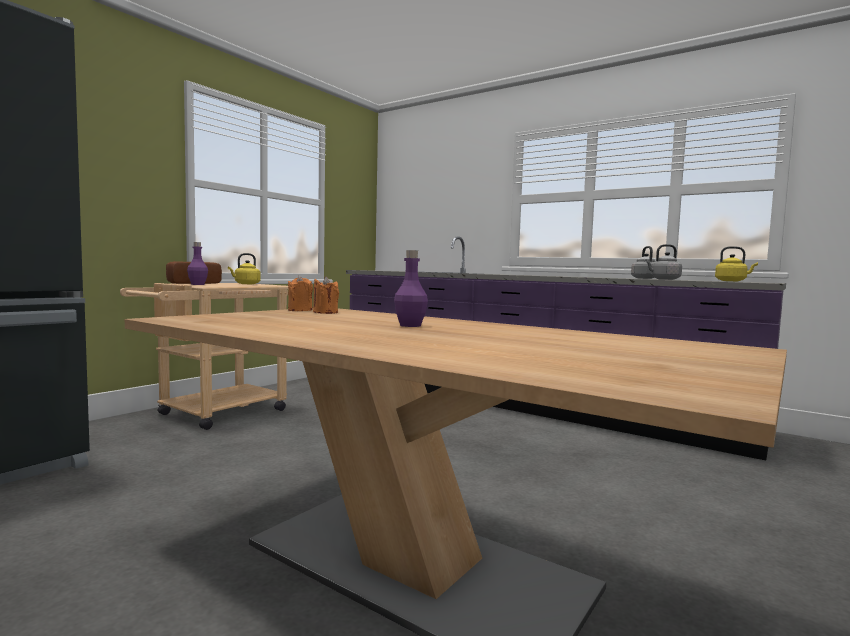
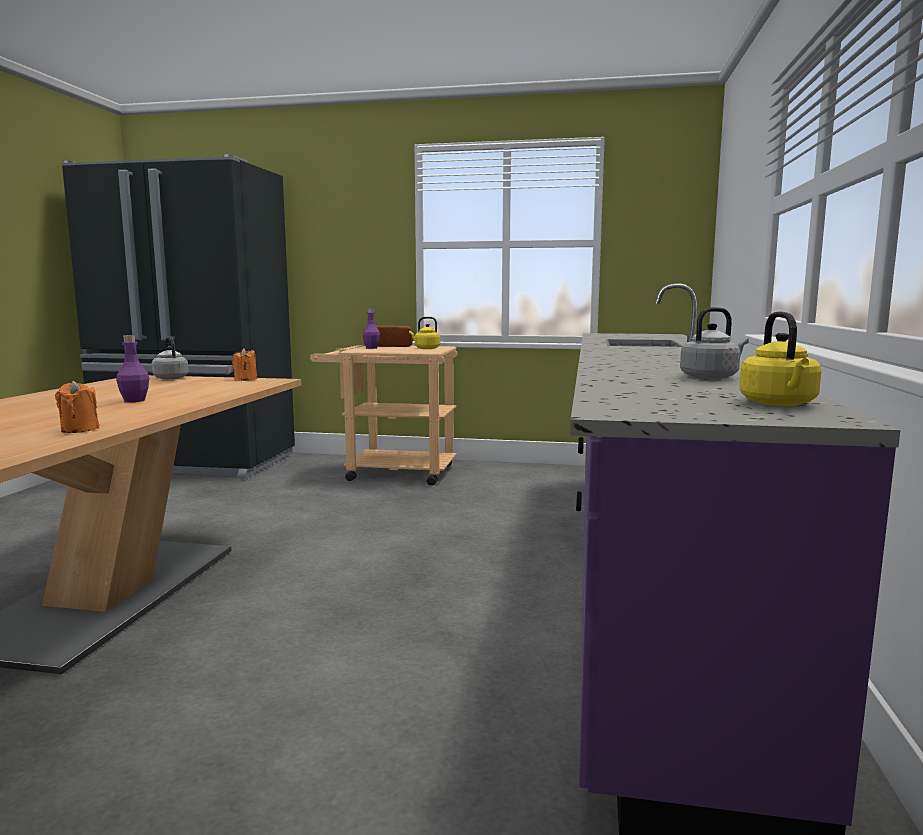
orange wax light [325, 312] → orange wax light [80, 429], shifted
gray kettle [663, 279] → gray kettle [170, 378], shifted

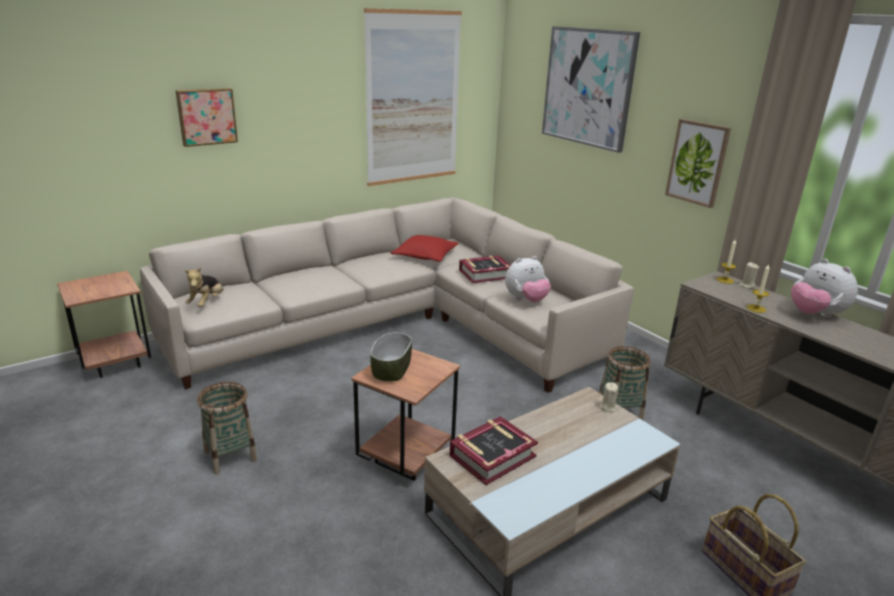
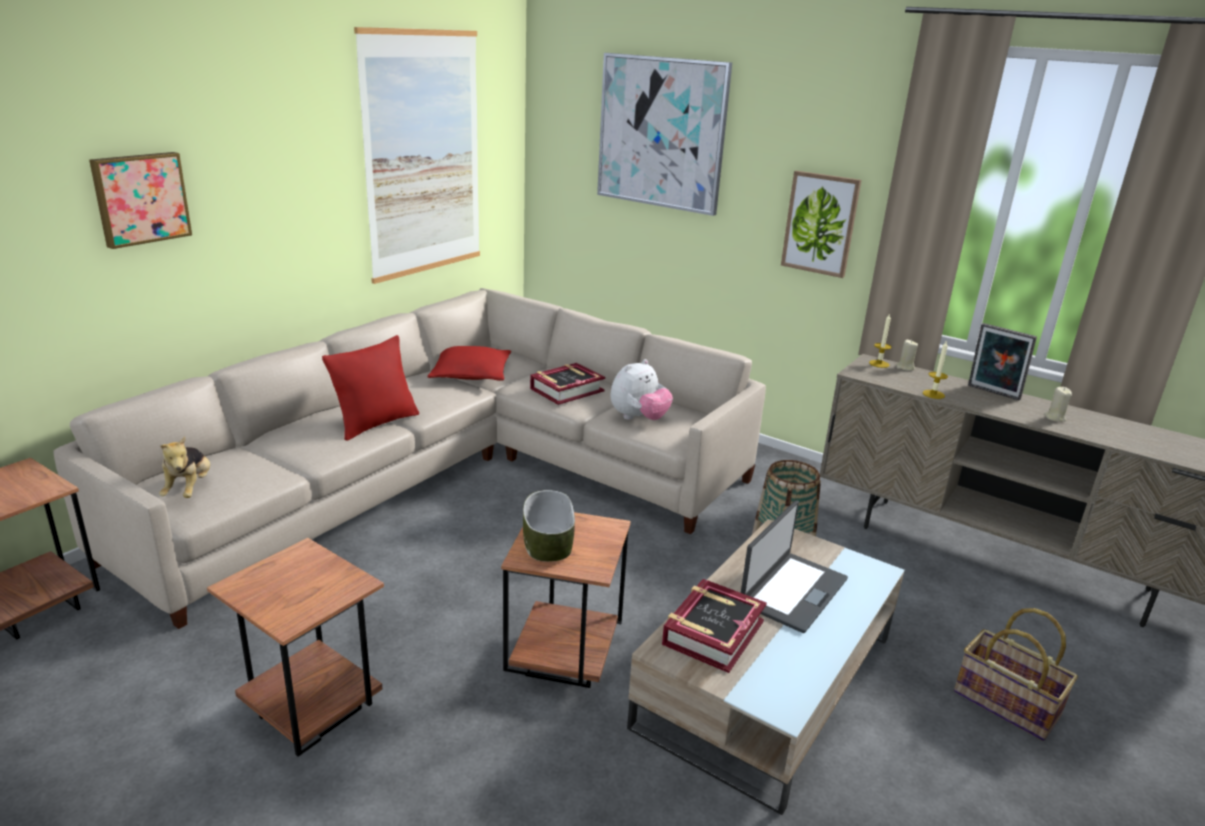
- → red pillow [376, 423]
- → notebook computer [792, 591]
sand-coloured wax light [607, 407] → sand-coloured wax light [1054, 418], shifted
storage basket [230, 456] → brownish end table [310, 715]
plush toy [815, 315] → photo frame [992, 393]

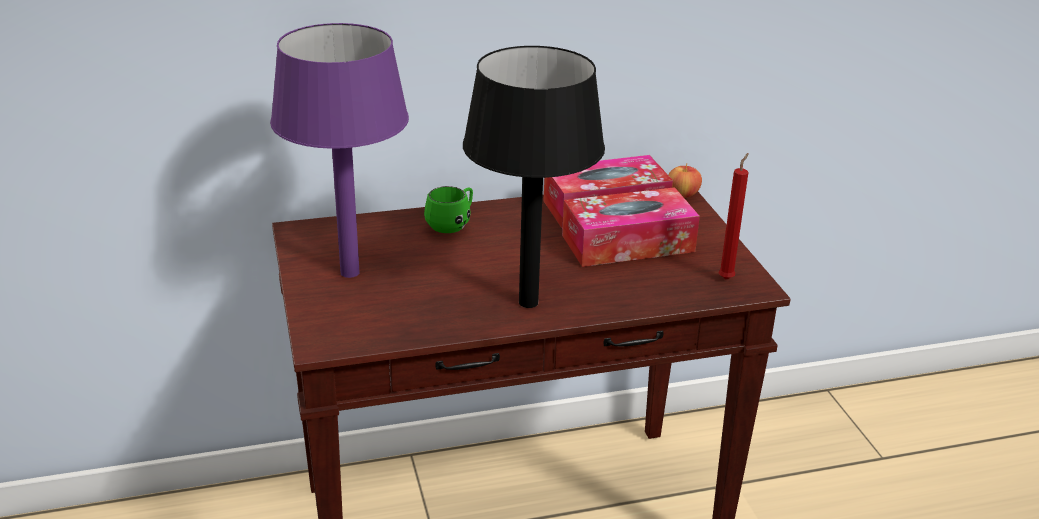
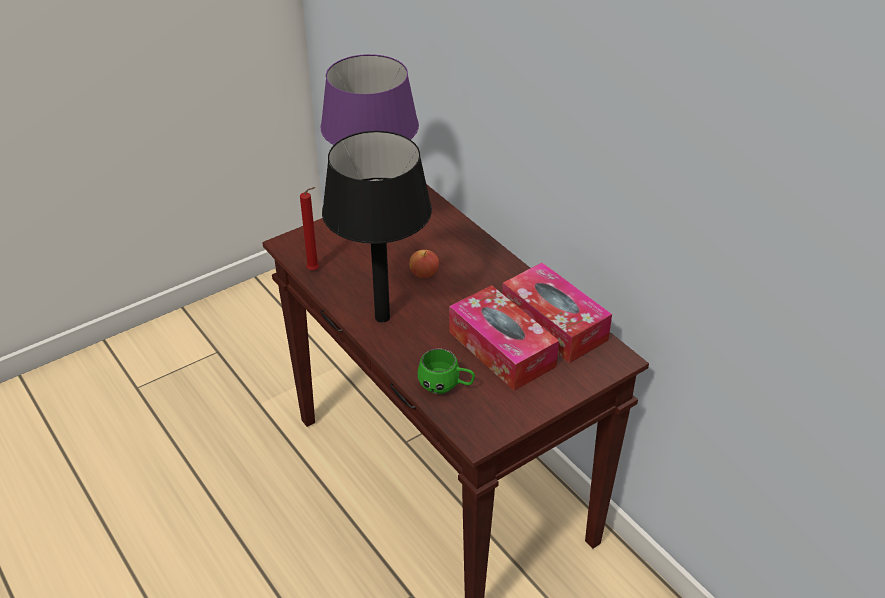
green-coloured tea mug [452, 225] → green-coloured tea mug [446, 386], shifted
whole apple [683, 194] → whole apple [424, 273], shifted
red wax light [727, 278] → red wax light [315, 270], shifted

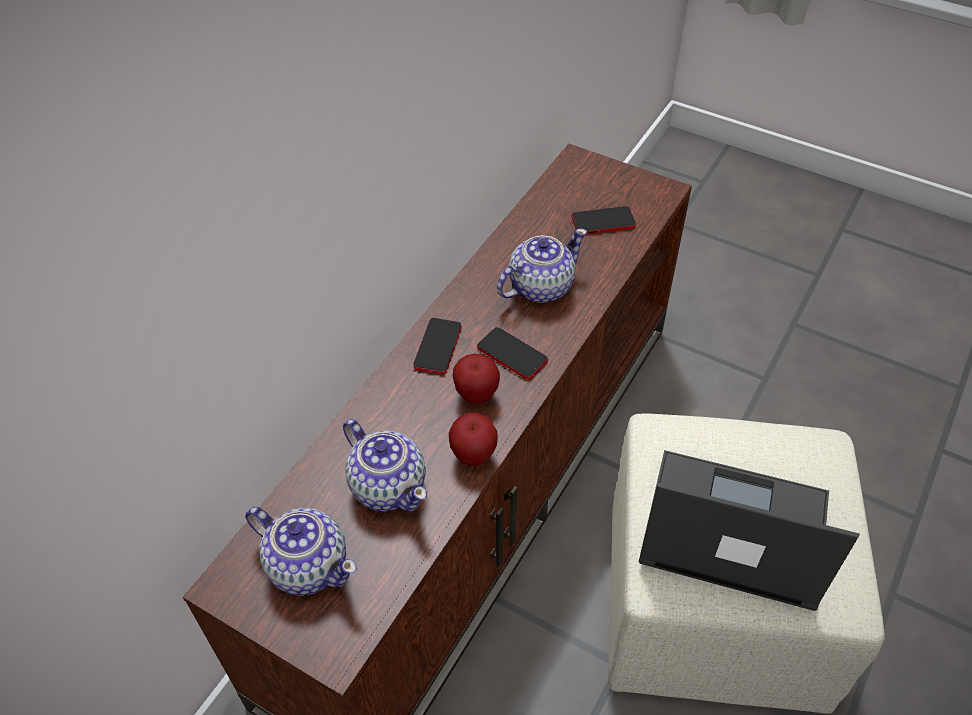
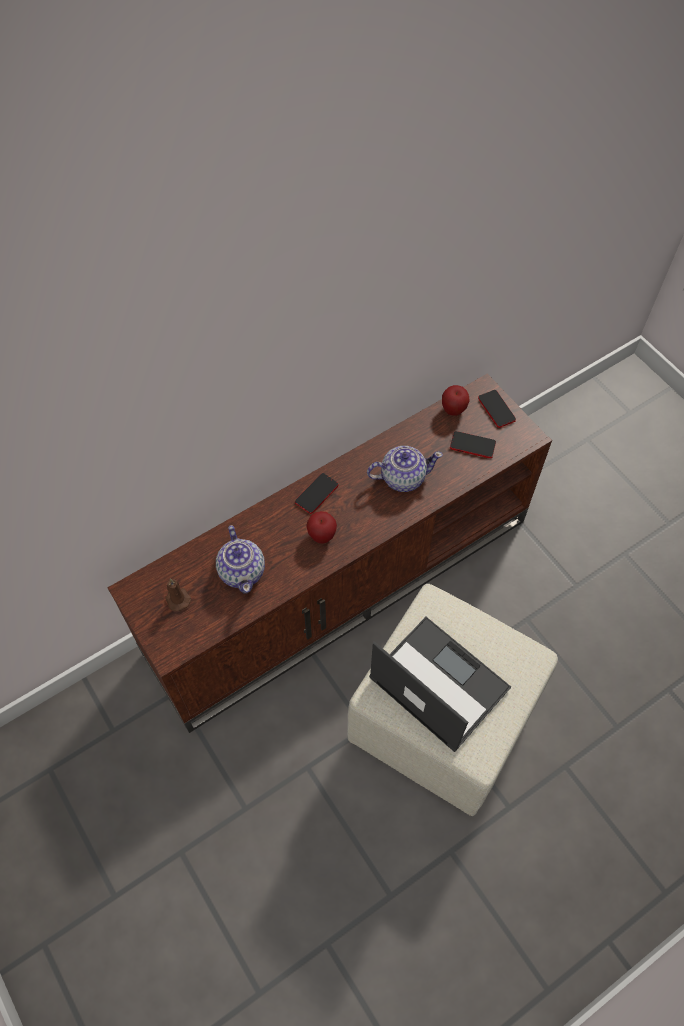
whole apple [473, 455] → whole apple [453, 410], shifted
phone [512, 354] → phone [496, 409], shifted
teapot [308, 565] → brownish wax light [177, 598]

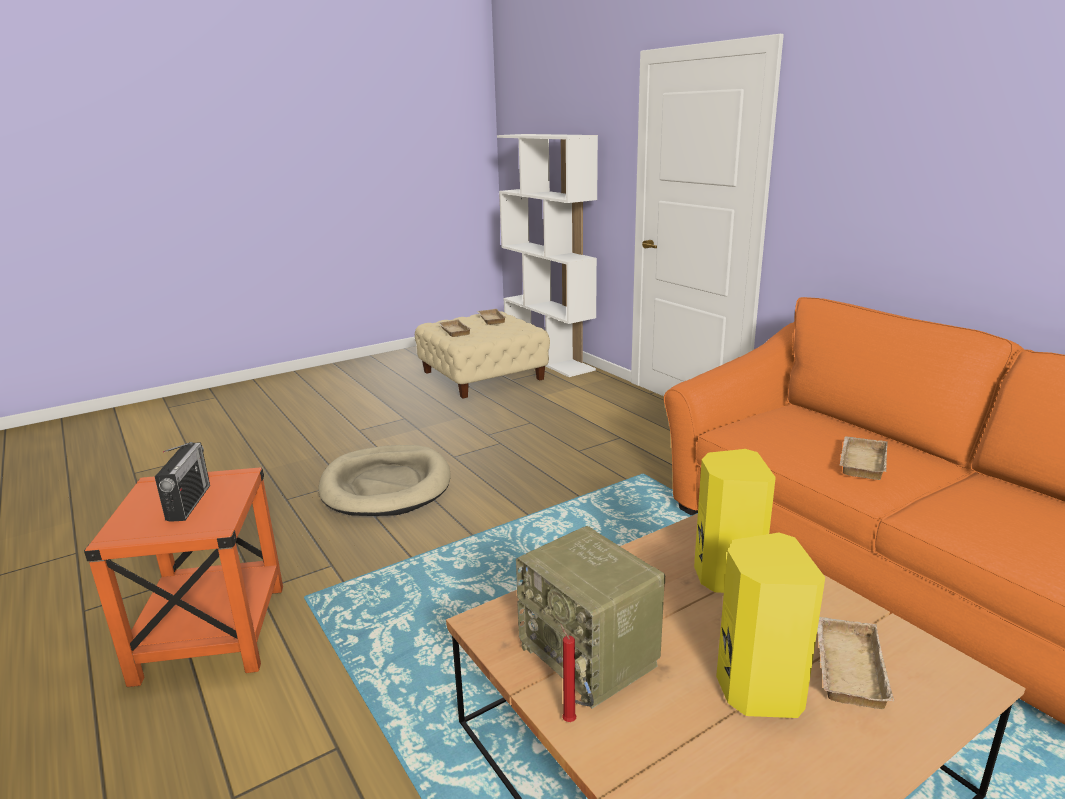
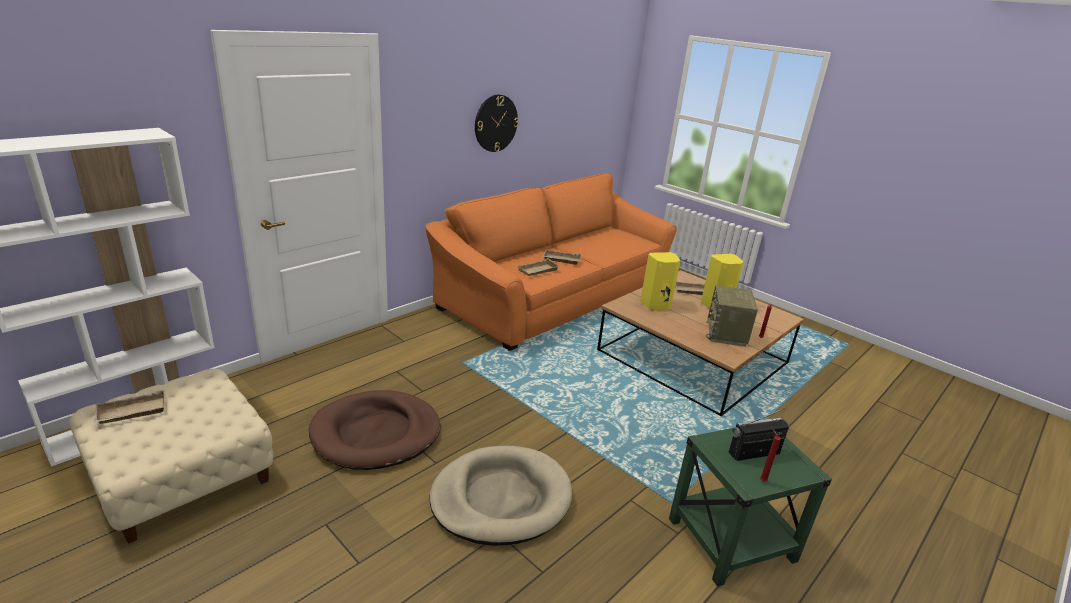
- → brownish dog cushion [376, 434]
- → wall clock [495, 123]
- → red wax light [761, 480]
sand-coloured serving tray [453, 331] → sand-coloured serving tray [538, 271], shifted
orange end table [212, 633] → green-coloured end table [730, 540]
radio receiver [591, 656] → radio receiver [726, 334], 150 degrees clockwise

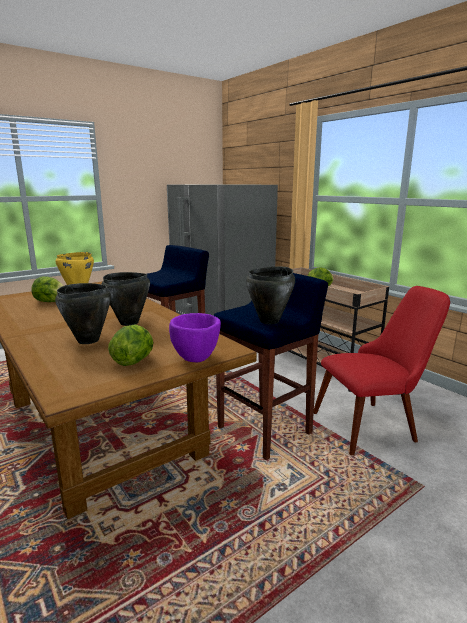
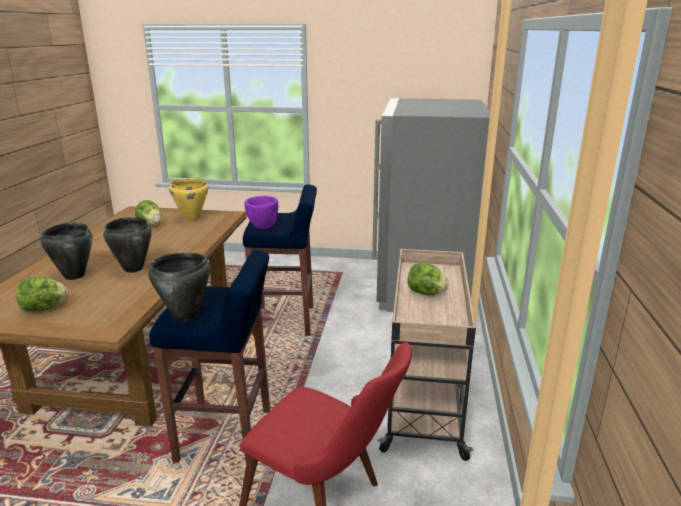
purple-coloured serving bowl [196, 359] → purple-coloured serving bowl [263, 227], shifted

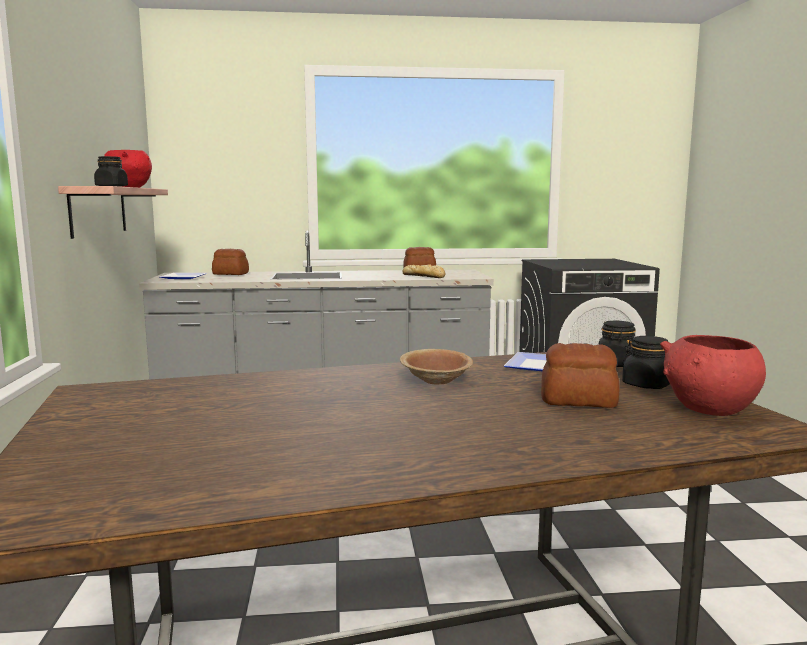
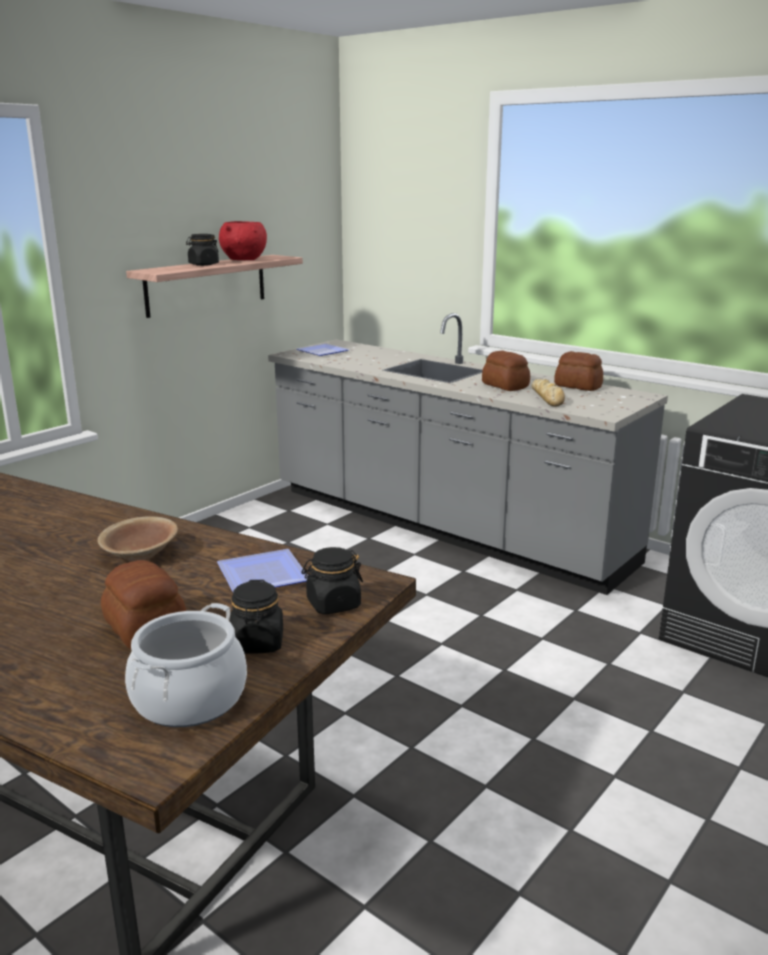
bakery bread [230, 274] → bakery bread [505, 386], shifted
red serving bowl [709, 410] → saucepot [190, 699]

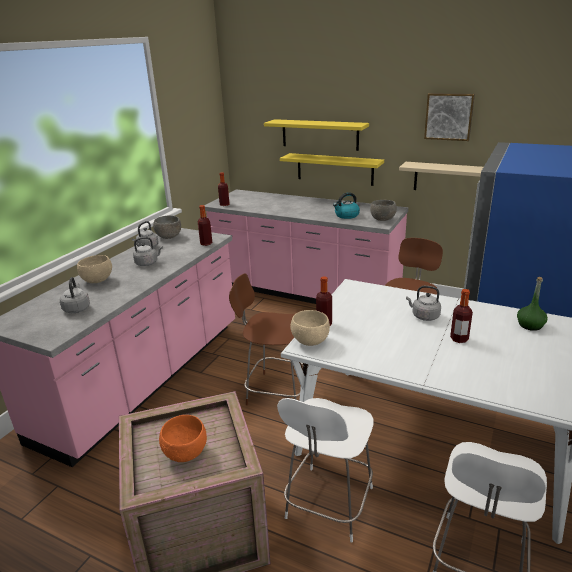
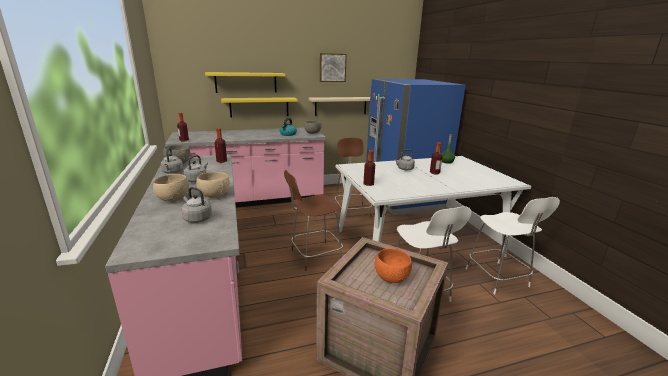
sand-coloured serving bowl [310, 341] → sand-coloured serving bowl [215, 196], shifted

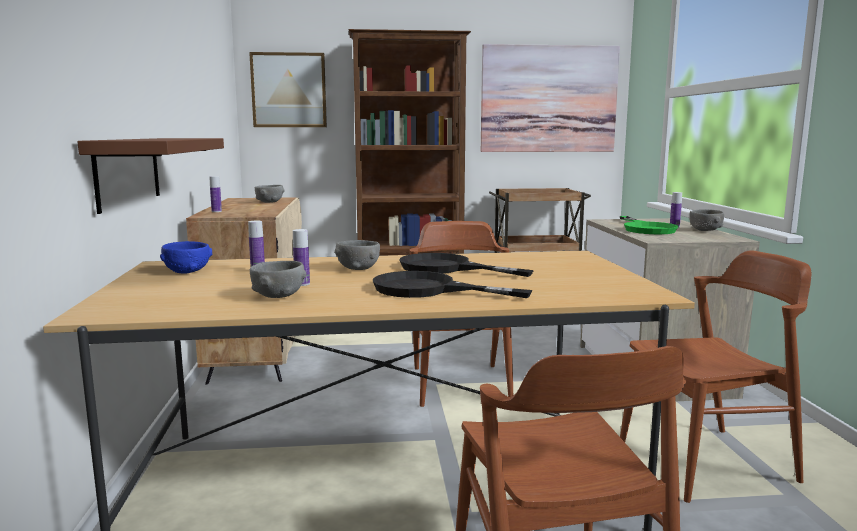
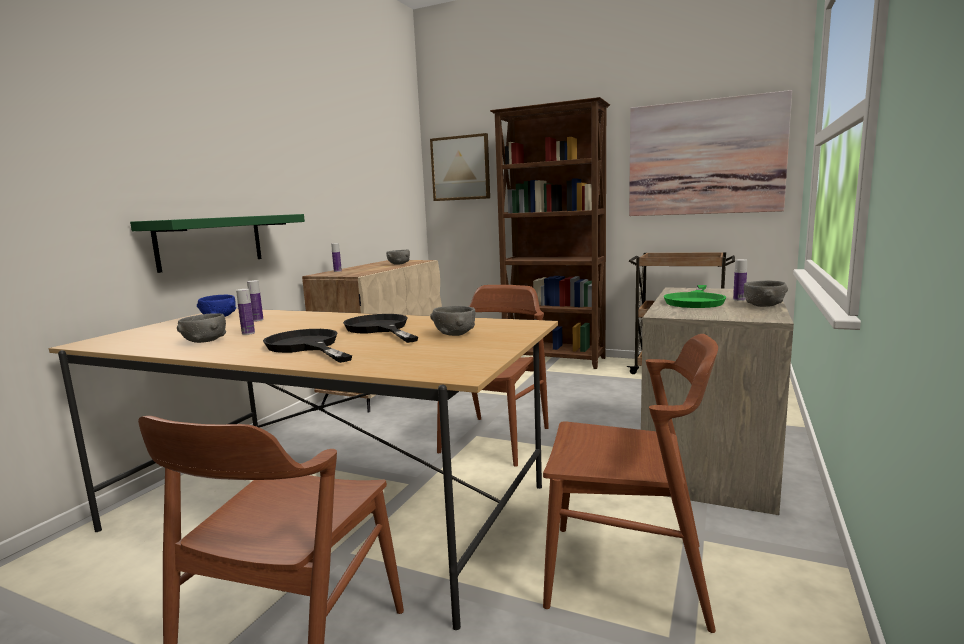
gray serving bowl [358, 269] → gray serving bowl [454, 334], shifted
brownish shelf [128, 171] → green-coloured shelf [210, 241]

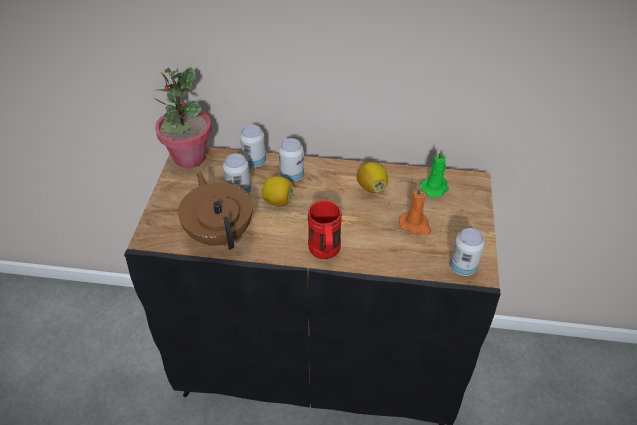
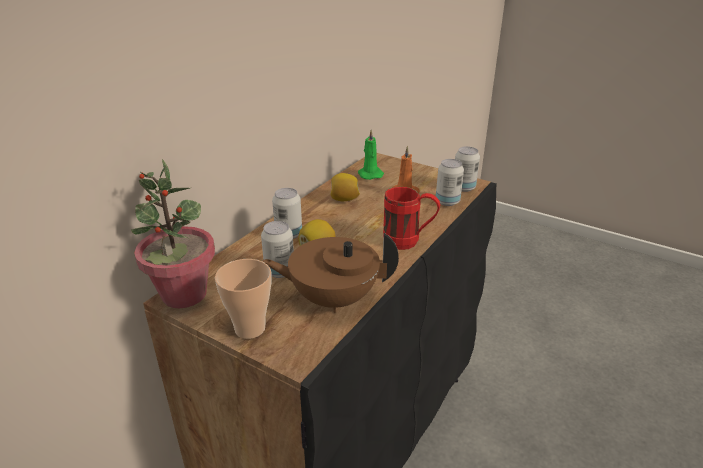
- → small cup [250, 328]
can [254, 162] → can [447, 202], shifted

